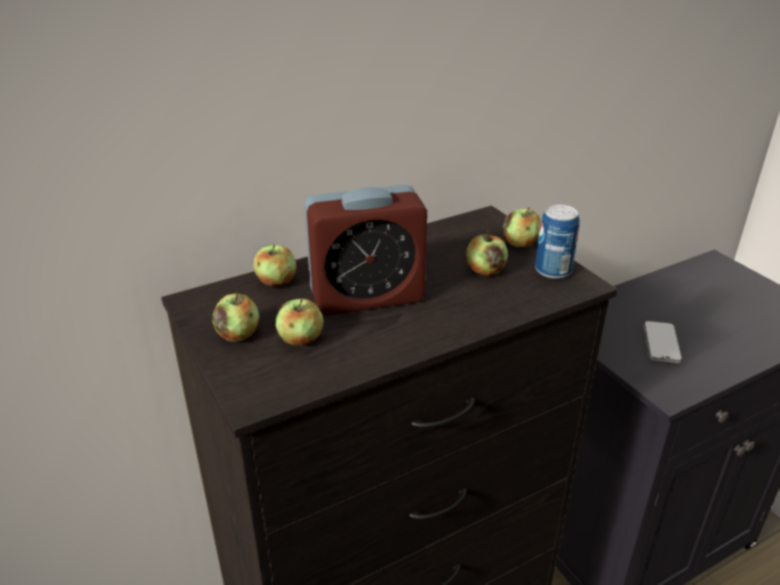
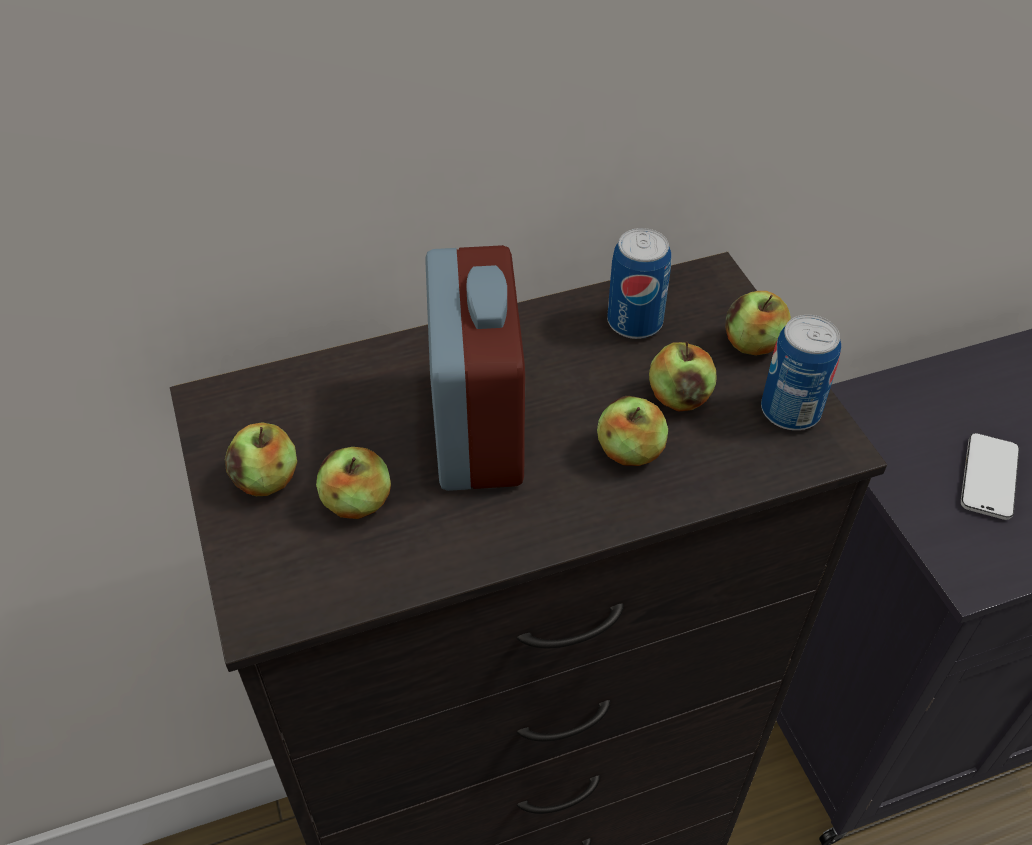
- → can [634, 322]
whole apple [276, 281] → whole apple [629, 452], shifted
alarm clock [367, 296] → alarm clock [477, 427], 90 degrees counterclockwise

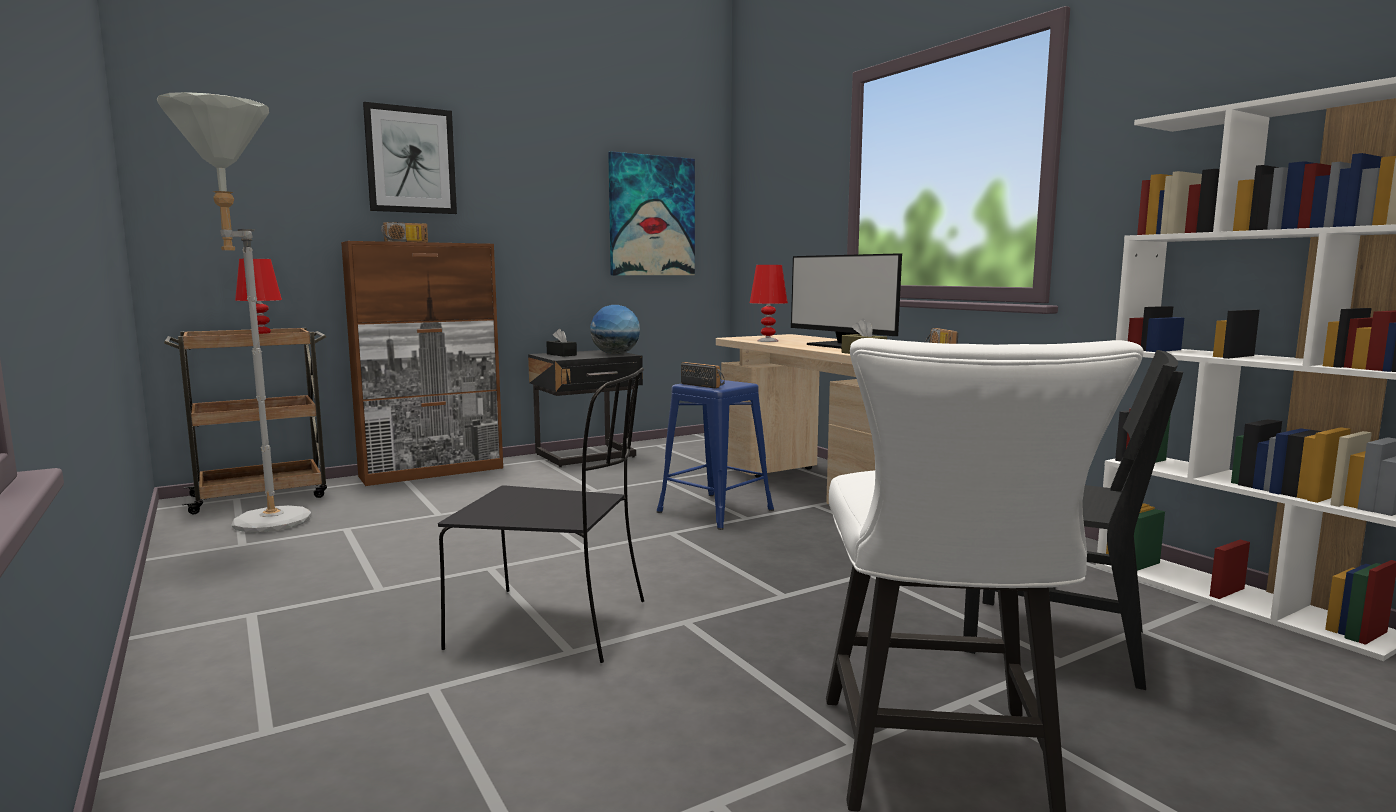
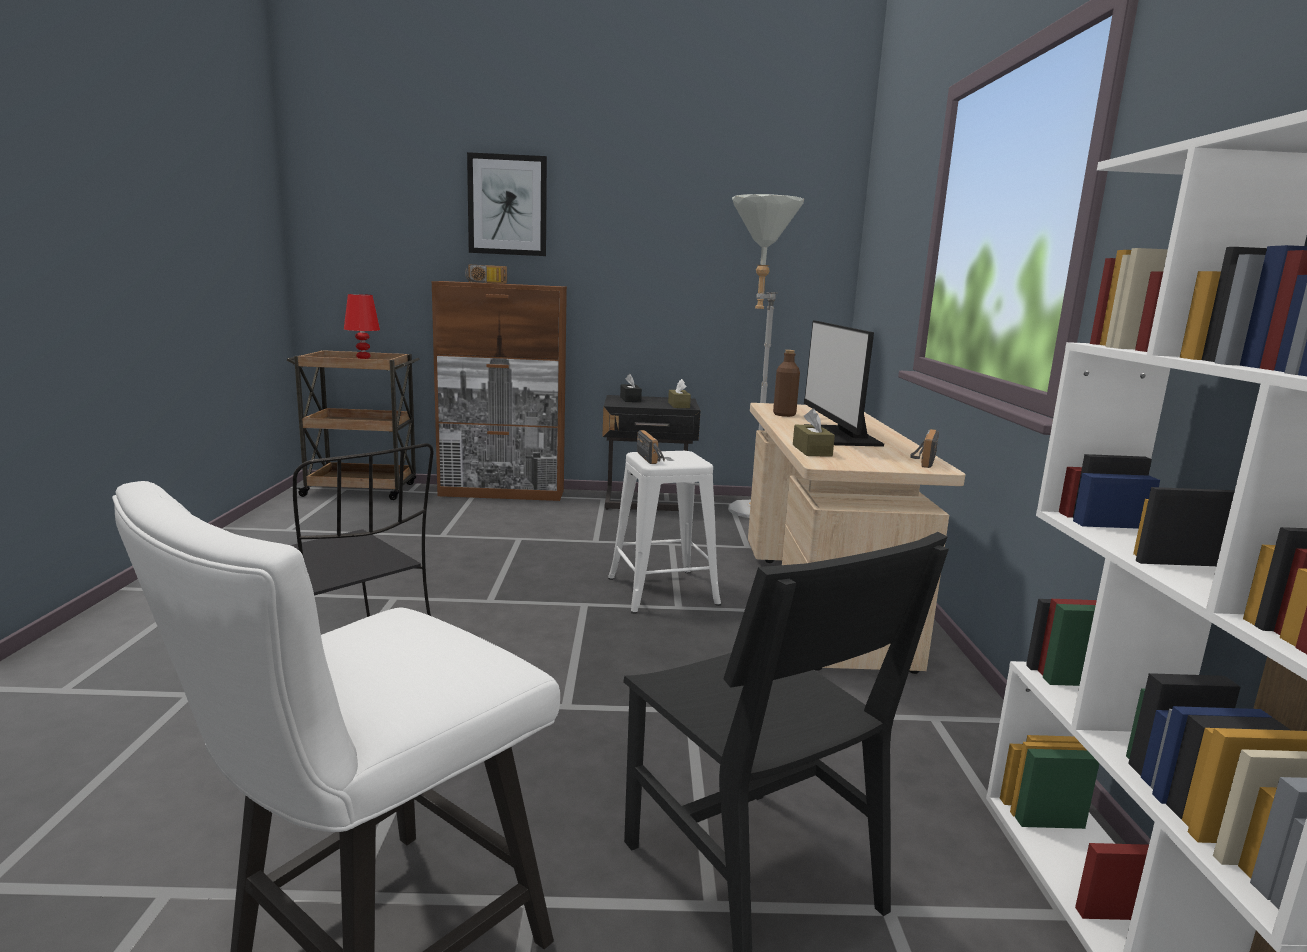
picture [651, 216] → -
gray standing lamp [260, 527] → gray standing lamp [746, 513], shifted
desk globe [615, 354] → brownish tissue box [678, 405]
red table lamp [767, 341] → brownish beverage bottle [784, 414]
bluish sitting stool [715, 510] → white-coloured sitting stool [662, 590]

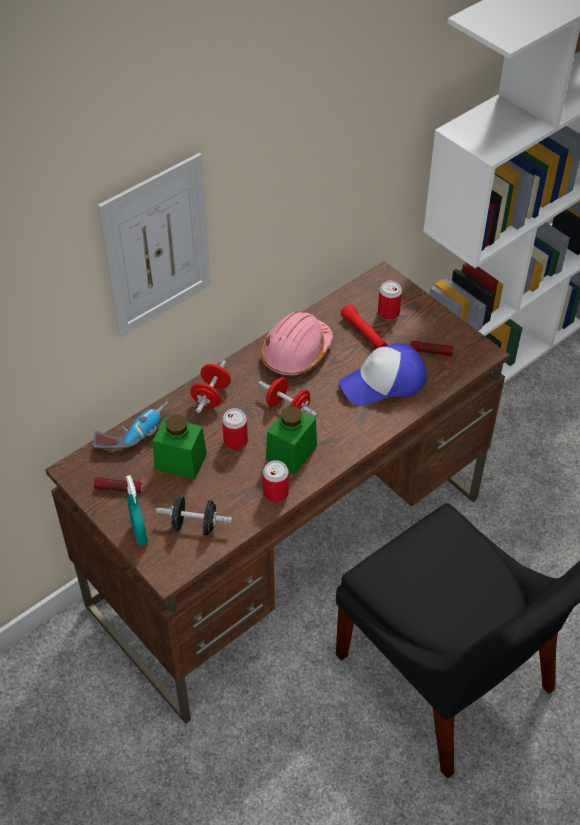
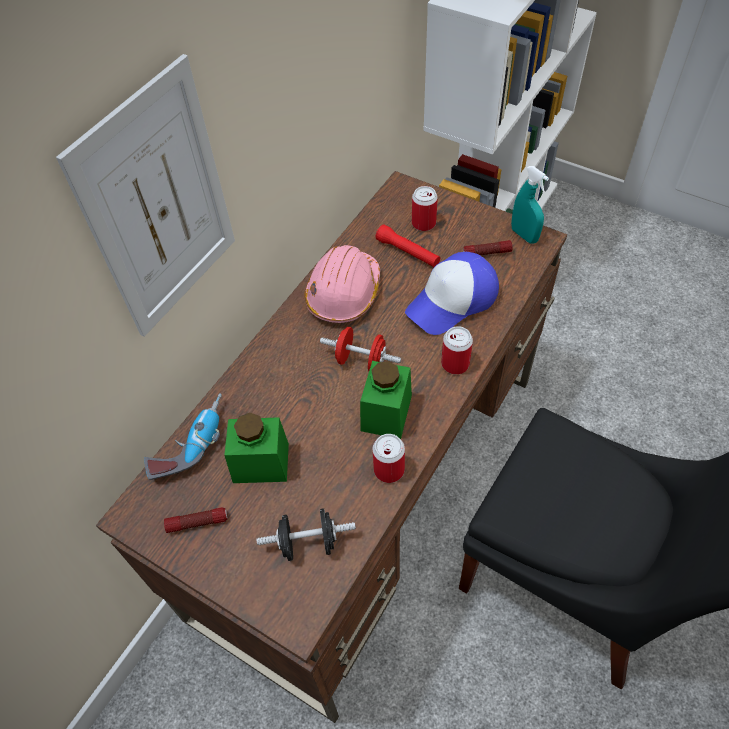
red dumbbell [211, 396] → -
blue-green sprayer [139, 534] → blue-green sprayer [524, 235], shifted
can [235, 441] → can [455, 364], shifted

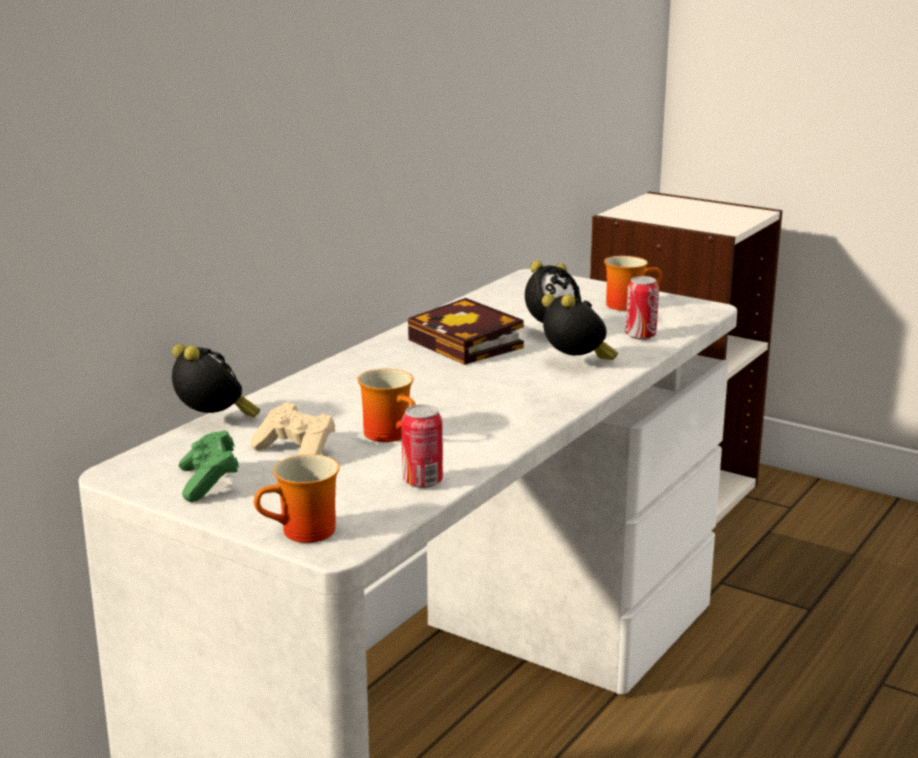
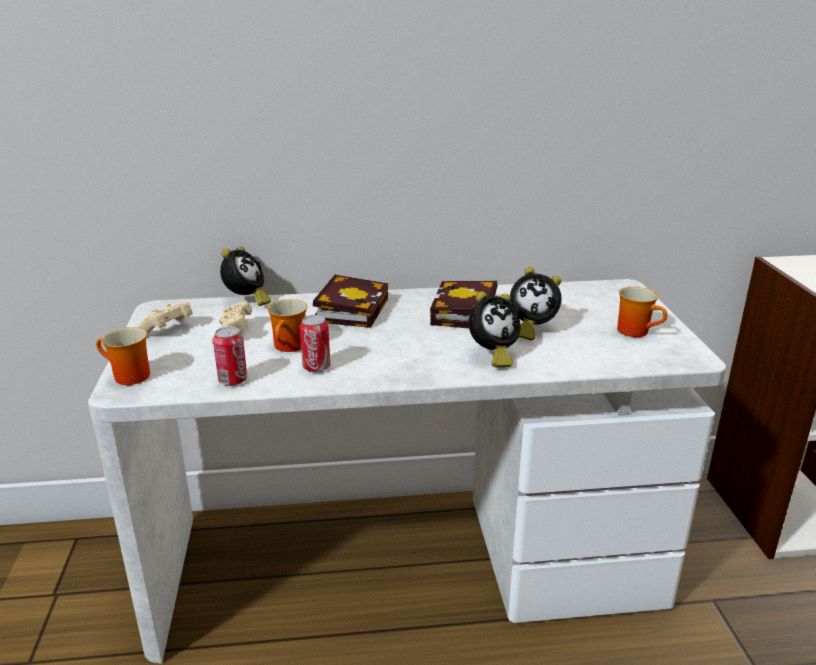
- → volume [351, 308]
can [640, 336] → can [316, 367], shifted
green-coloured joypad [209, 483] → sand-coloured joypad [167, 330]
alarm clock [576, 364] → alarm clock [492, 355], 45 degrees clockwise

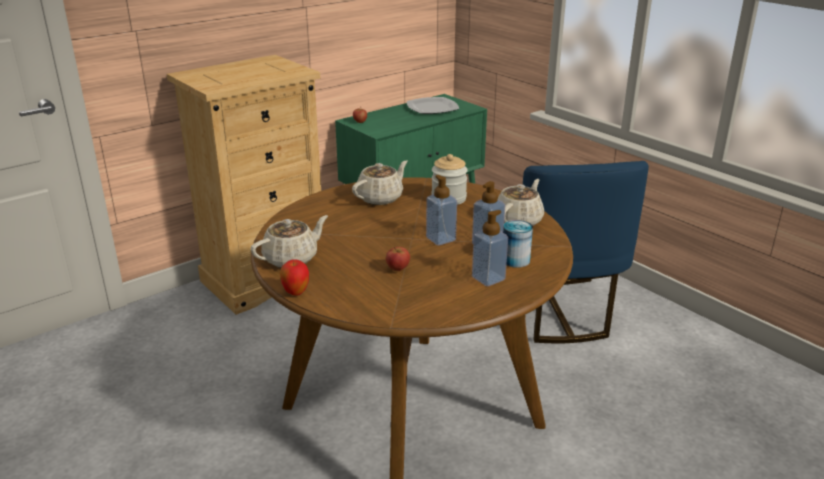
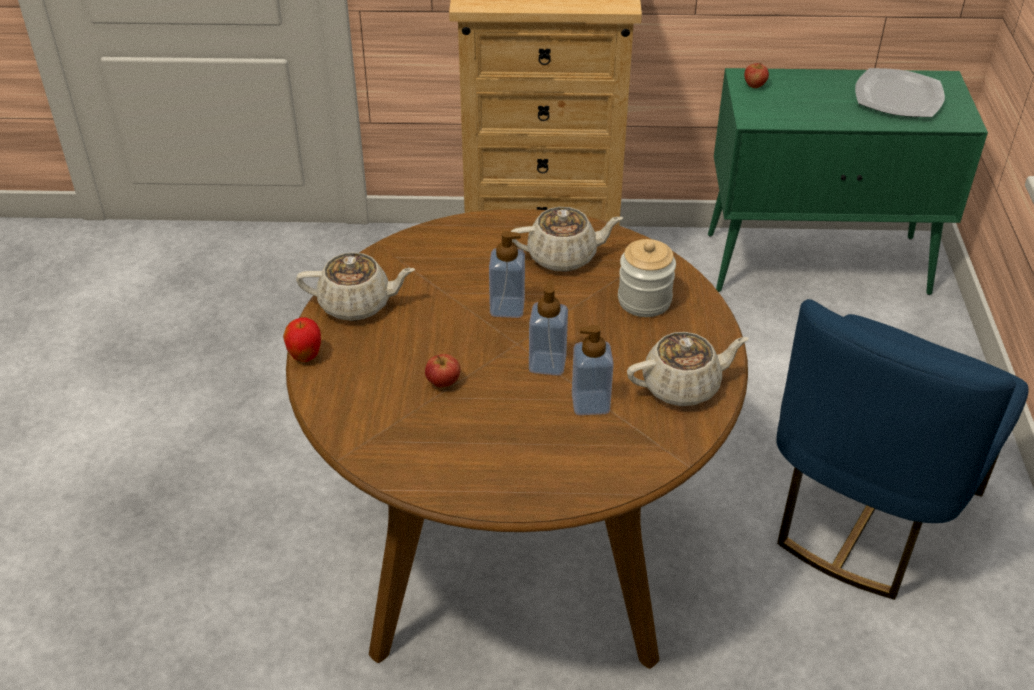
can [515, 260] → -
soap bottle [488, 278] → soap bottle [507, 307], shifted

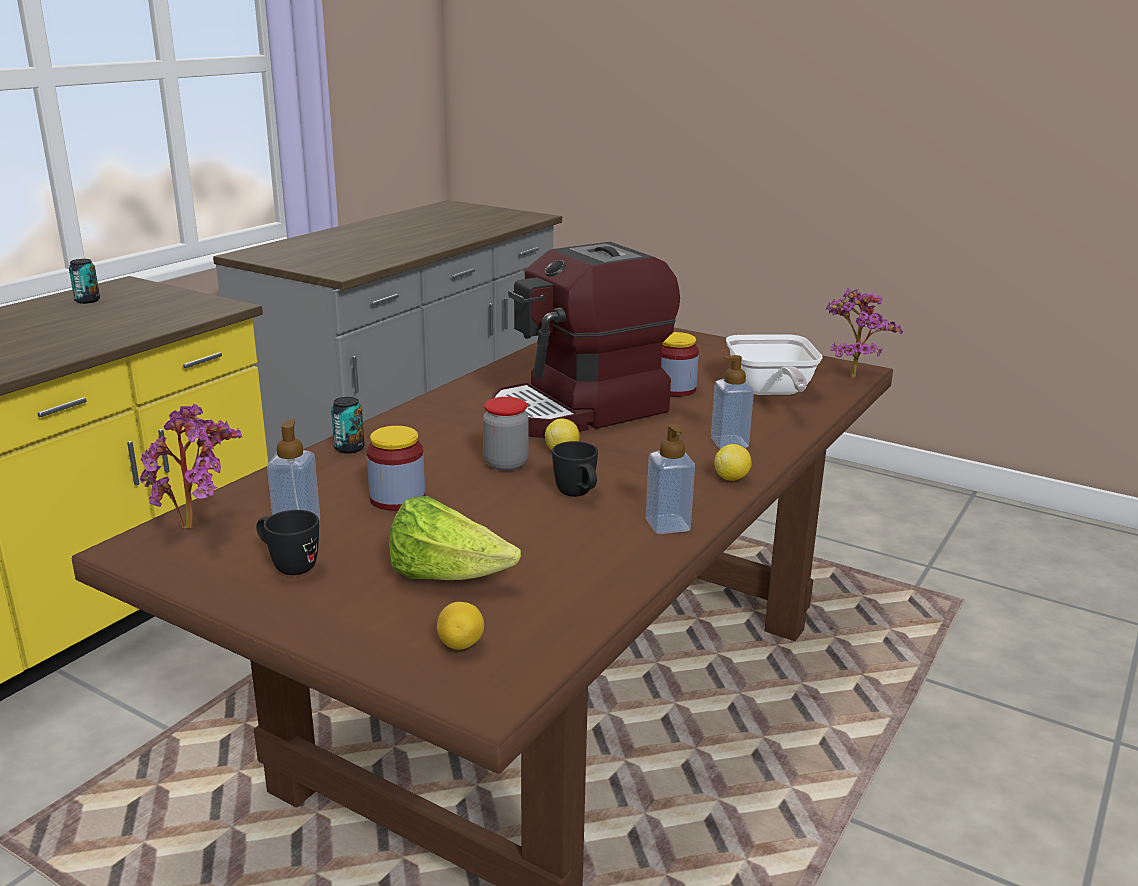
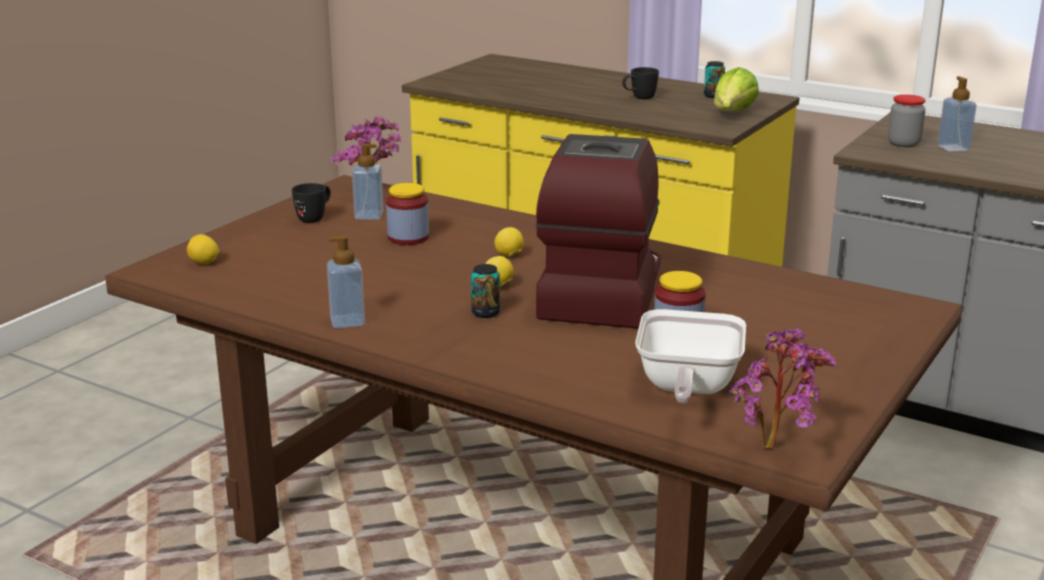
can [349, 448] → can [485, 313], shifted
lettuce head [447, 576] → lettuce head [732, 114], shifted
storage jar [506, 464] → storage jar [903, 143], shifted
black-coloured tea mug [578, 495] → black-coloured tea mug [639, 98], shifted
soap bottle [729, 443] → soap bottle [953, 148], shifted
lemon [731, 478] → lemon [509, 255], shifted
coffee brewer [580, 411] → coffee brewer [599, 292], 45 degrees clockwise
skillet [770, 392] → skillet [686, 388], 75 degrees counterclockwise

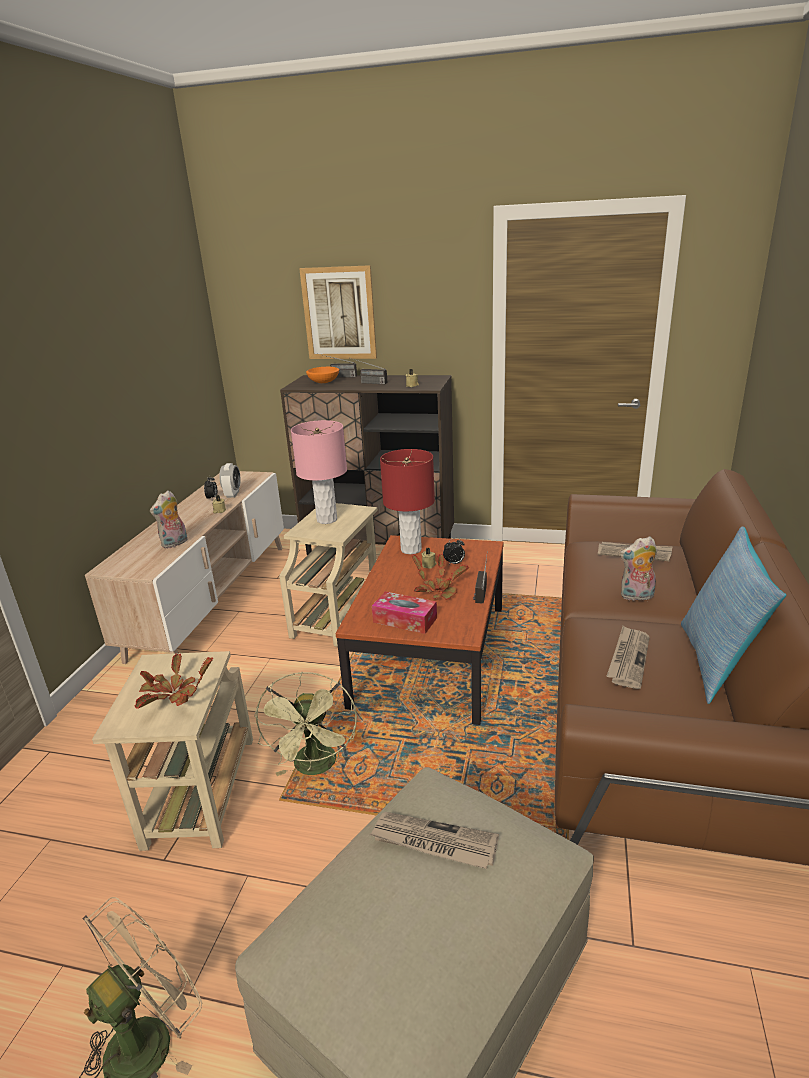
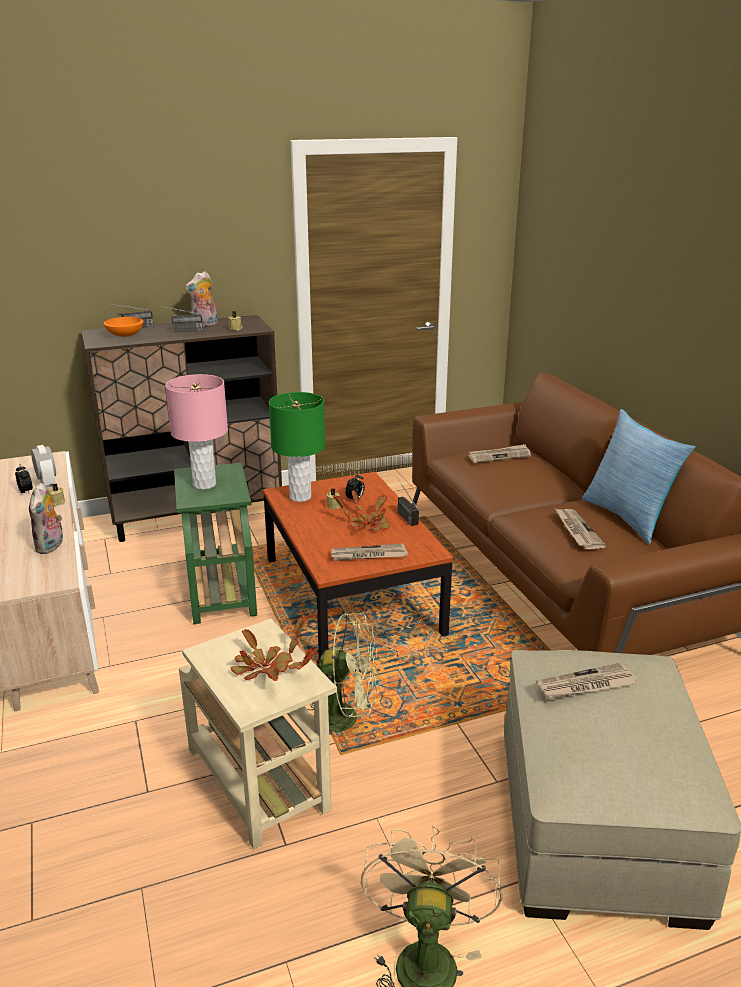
picture [339, 313] → -
plush toy [636, 596] → plush toy [205, 325], shifted
tissue box [405, 620] → newspaper [368, 555]
sand-coloured end table [337, 614] → green-coloured end table [221, 588]
red table lamp [411, 549] → green-coloured table lamp [300, 497]
green-coloured electric fan [316, 768] → green-coloured electric fan [346, 718], 45 degrees counterclockwise

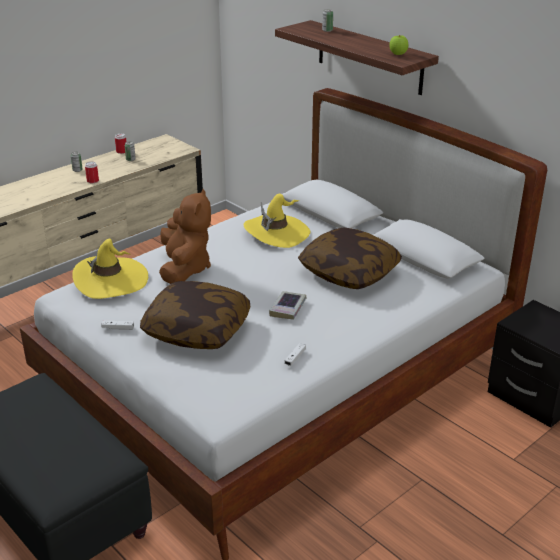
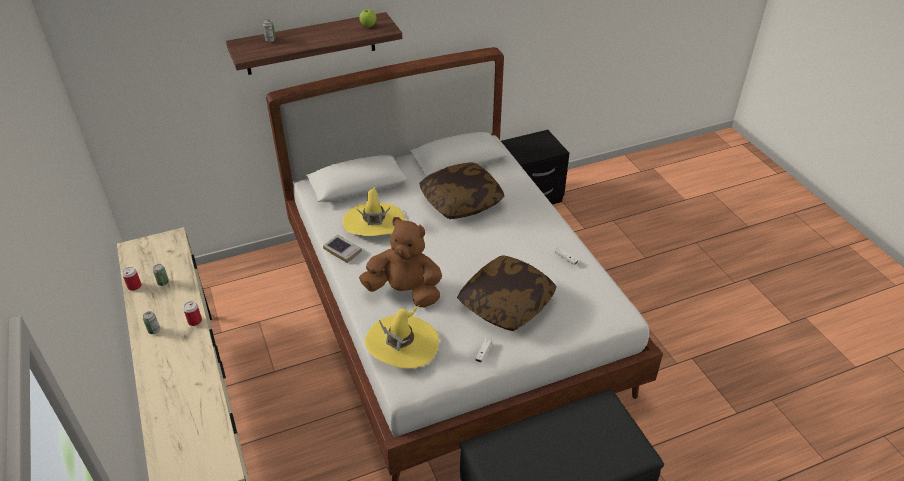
volume [288, 308] → volume [342, 250], shifted

